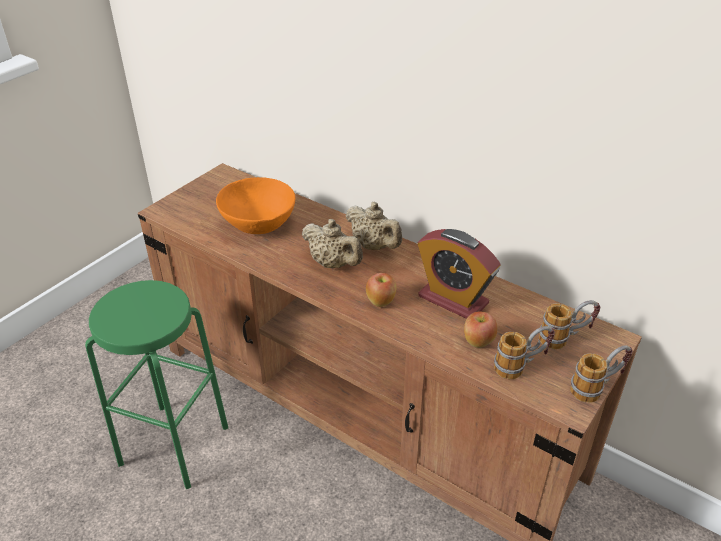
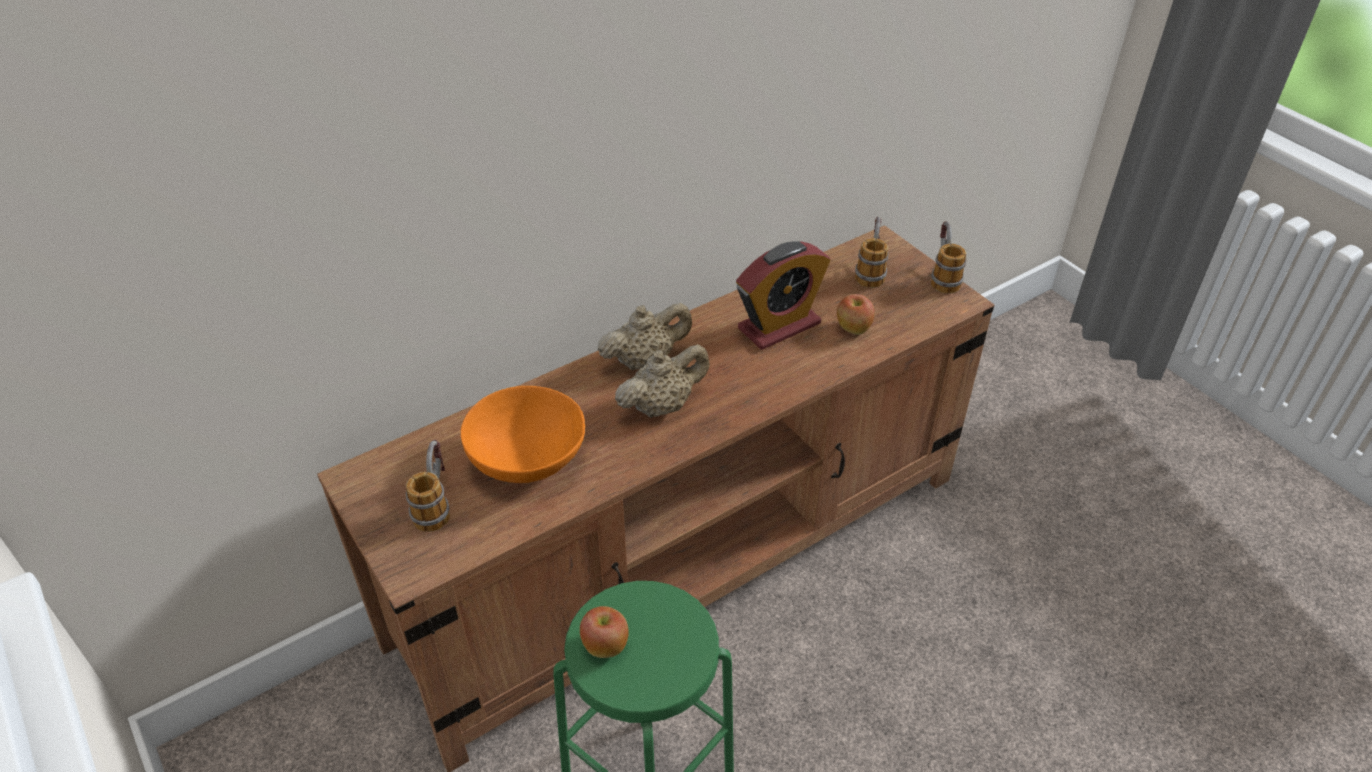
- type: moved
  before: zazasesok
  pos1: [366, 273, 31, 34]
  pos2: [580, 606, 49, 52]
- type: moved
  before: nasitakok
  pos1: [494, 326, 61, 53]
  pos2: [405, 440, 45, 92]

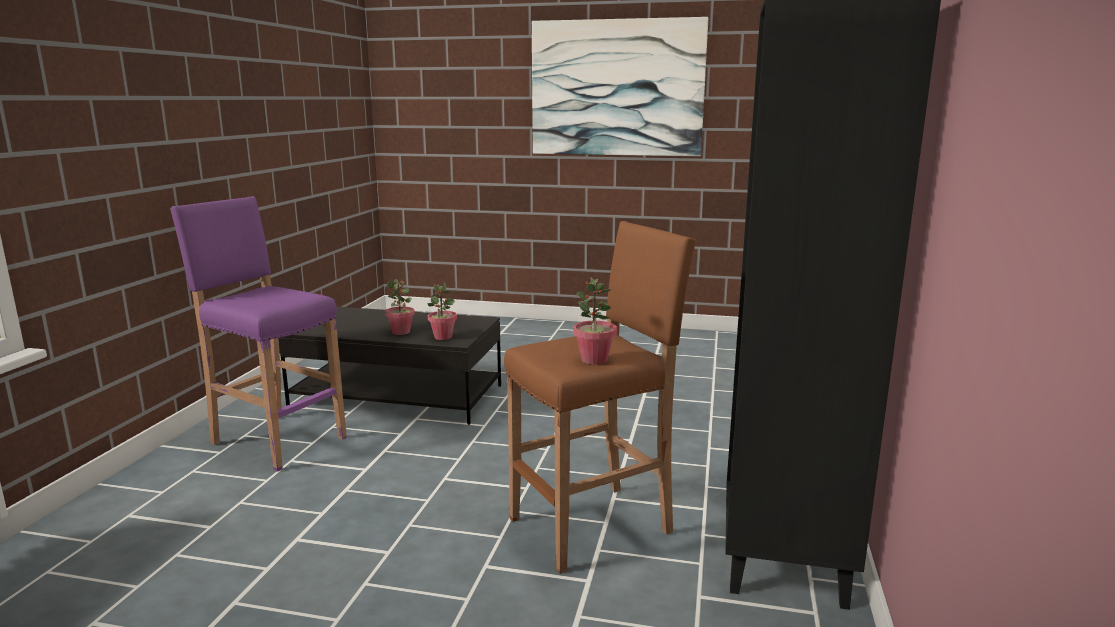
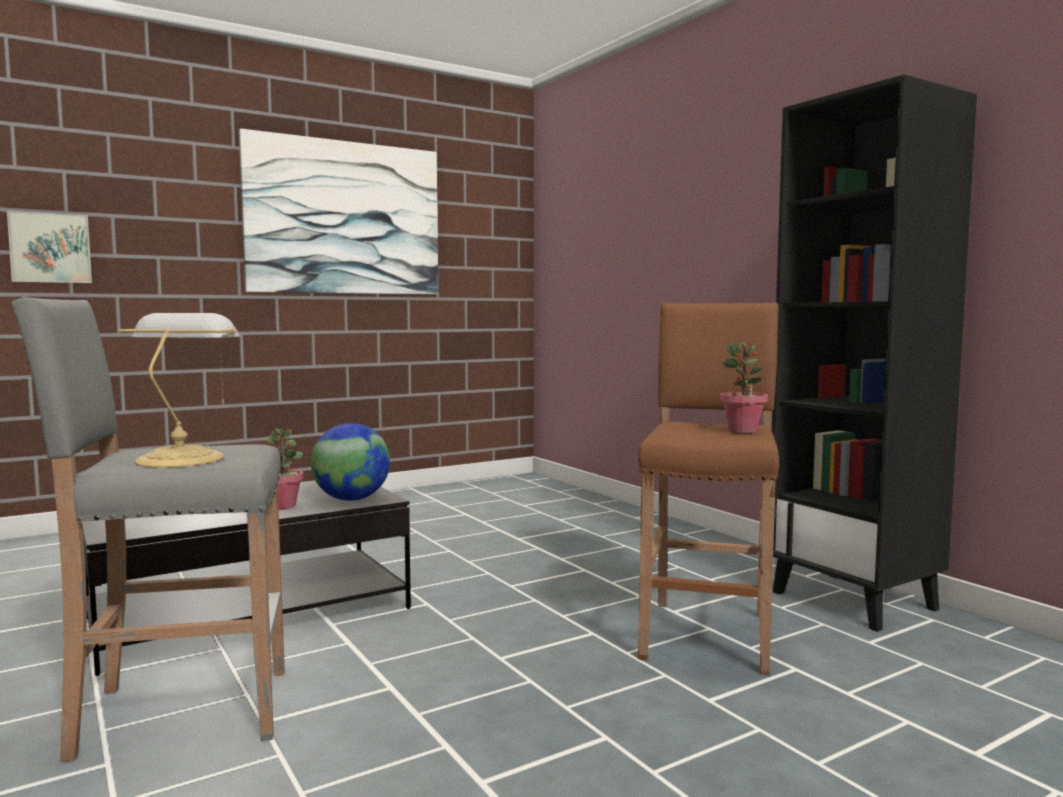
- type: added
  after: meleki
  pos2: [7, 211, 85, 72]
- type: added
  after: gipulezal
  pos2: [118, 313, 122, 155]
- type: replaced
  before: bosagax
  after: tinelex
  pos1: [427, 282, 30, 58]
  pos2: [311, 423, 79, 78]
- type: recoloured
  before: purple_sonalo
  after: grey_sonalo
  pos1: [170, 196, 177, 276]
  pos2: [12, 297, 273, 465]

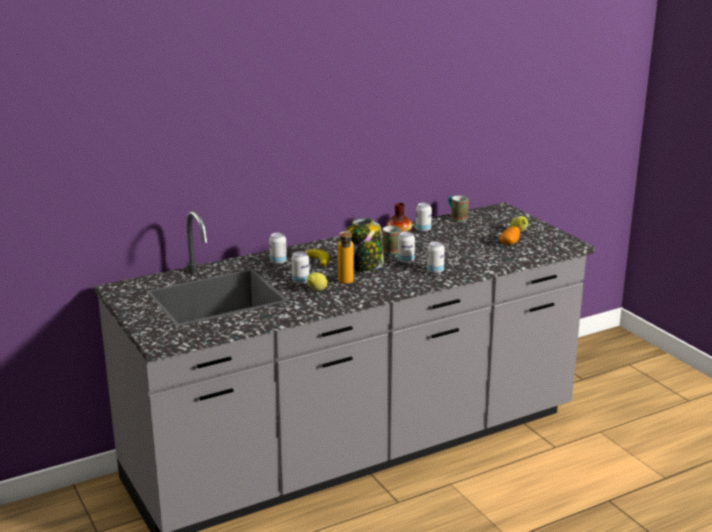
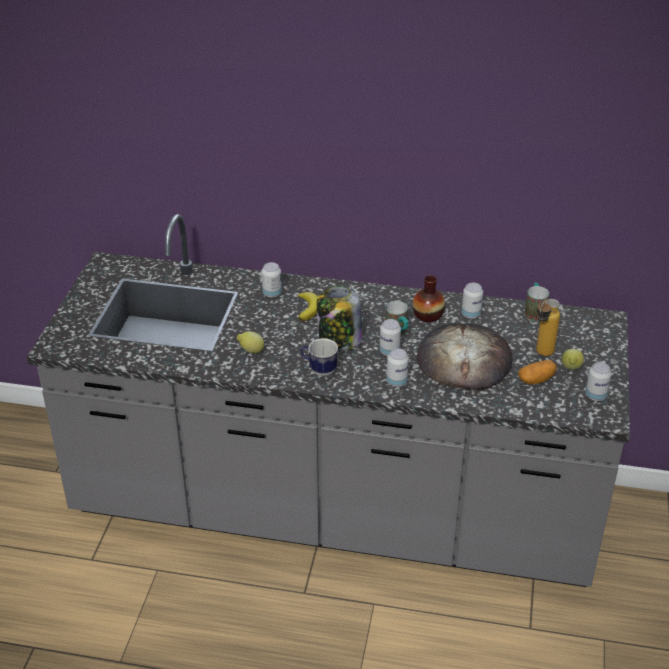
- type: added
  after: nasitakok
  pos2: [300, 338, 38, 38]
- type: added
  after: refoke
  pos2: [417, 323, 96, 67]
- type: moved
  before: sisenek
  pos1: [291, 251, 18, 33]
  pos2: [585, 362, 27, 39]
- type: moved
  before: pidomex
  pos1: [338, 227, 16, 57]
  pos2: [536, 299, 24, 57]

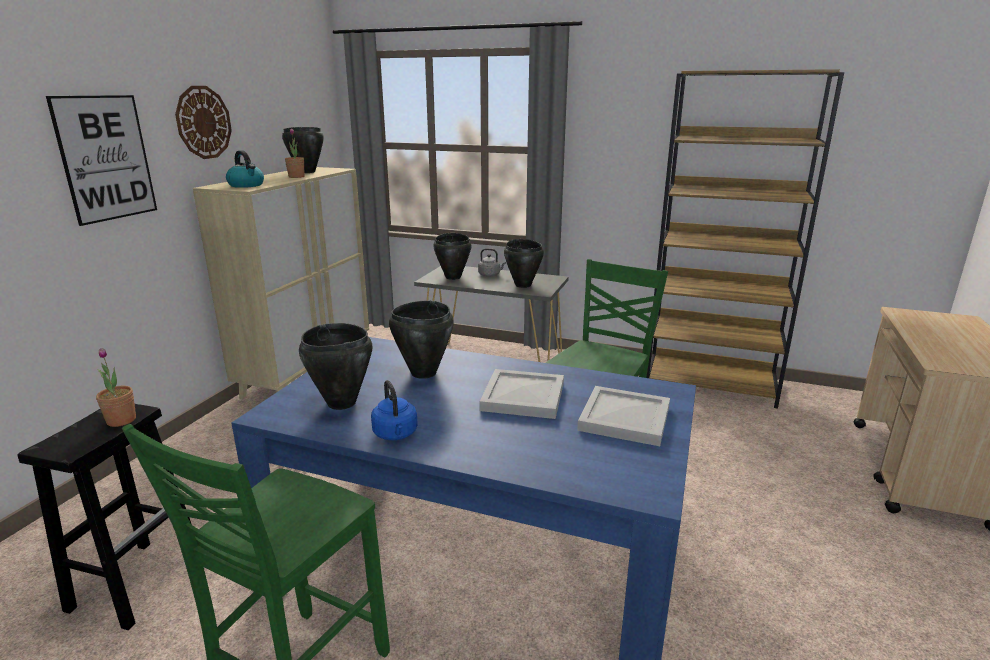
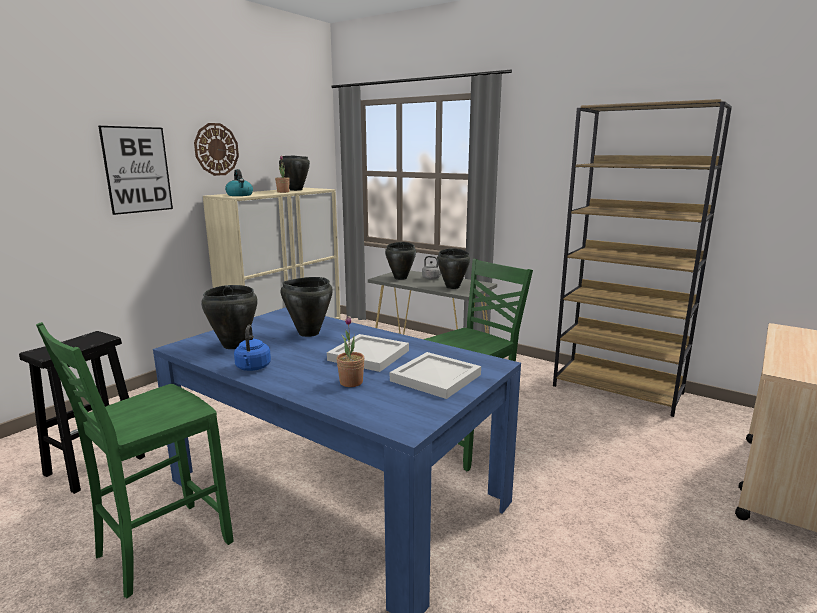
- type: moved
  before: bosagax
  pos1: [96, 348, 40, 79]
  pos2: [336, 316, 29, 71]

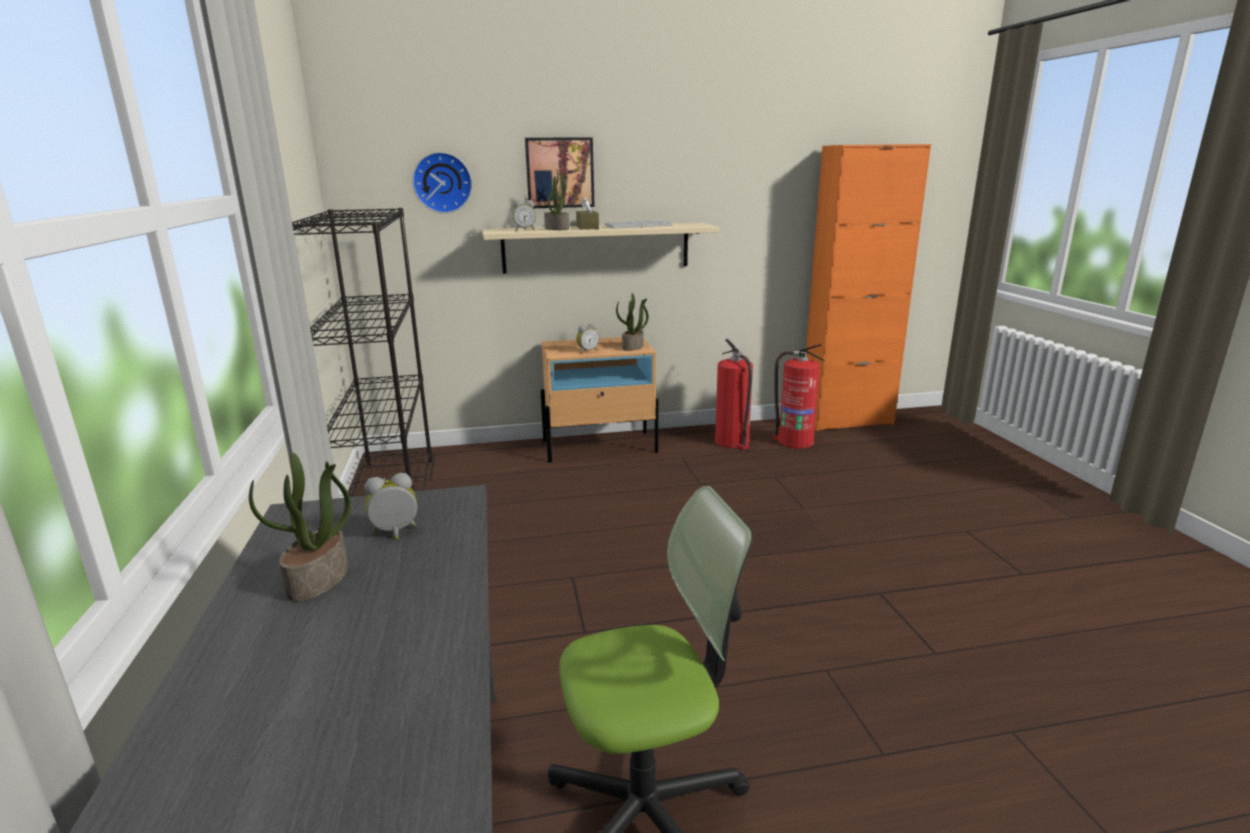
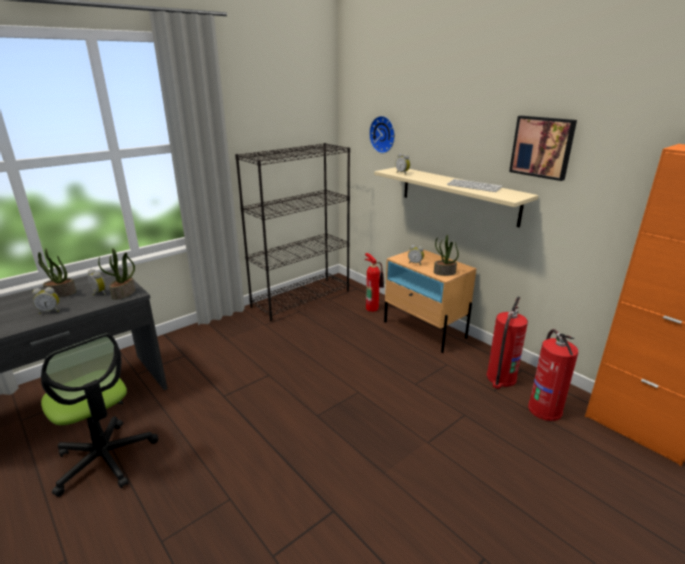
- type: removed
  before: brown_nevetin
  pos1: [576, 197, 23, 33]
- type: added
  after: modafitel
  pos2: [32, 287, 27, 27]
- type: added
  after: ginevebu
  pos2: [365, 253, 19, 59]
- type: moved
  before: meleki
  pos1: [525, 137, 70, 71]
  pos2: [509, 116, 68, 65]
- type: moved
  before: bosagax
  pos1: [544, 169, 25, 61]
  pos2: [98, 248, 38, 52]

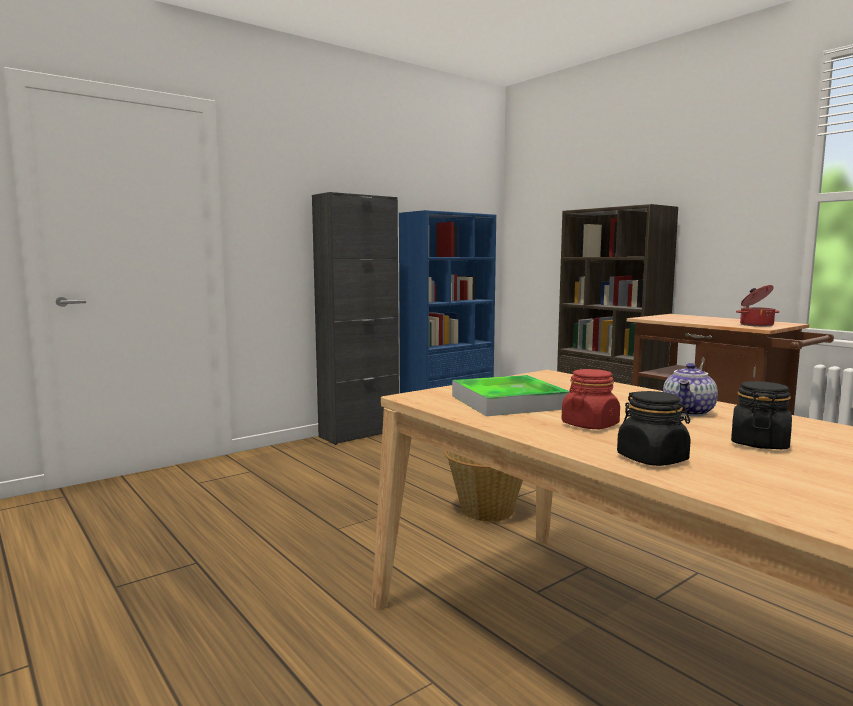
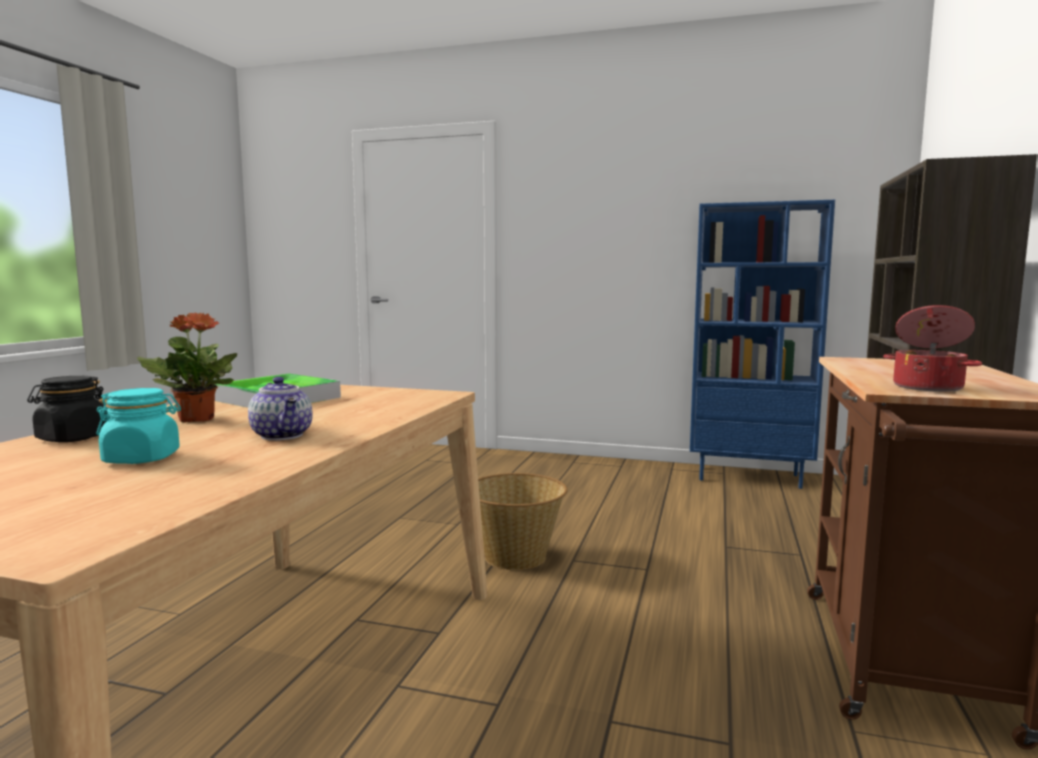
- type: removed
  before: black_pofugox
  pos1: [312, 192, 87, 253]
- type: replaced
  before: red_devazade
  after: bosagax
  pos1: [562, 369, 58, 60]
  pos2: [137, 312, 100, 111]
- type: recoloured
  before: black_devazade
  after: turquoise_devazade
  pos1: [731, 381, 61, 68]
  pos2: [96, 388, 85, 76]
- type: turned
  before: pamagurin
  pos1: [663, 363, 55, 53]
  pos2: [248, 377, 65, 64]
  turn: -120

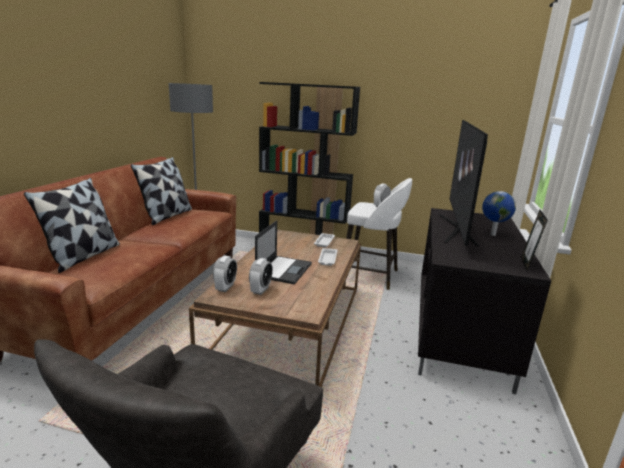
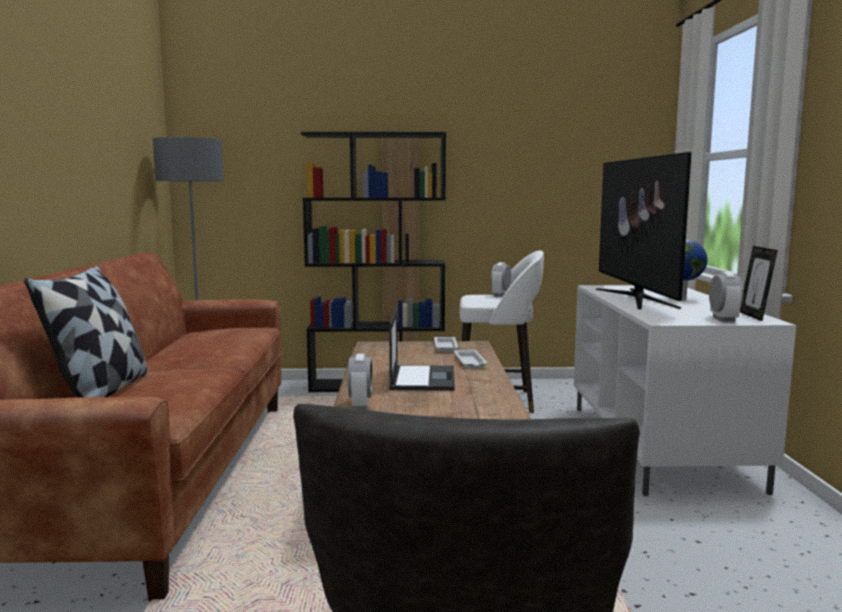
- type: removed
  before: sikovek
  pos1: [131, 157, 61, 68]
- type: moved
  before: modafitel
  pos1: [249, 258, 24, 37]
  pos2: [709, 272, 34, 50]
- type: recoloured
  before: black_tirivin
  after: white_tirivin
  pos1: [418, 208, 133, 186]
  pos2: [574, 285, 222, 211]

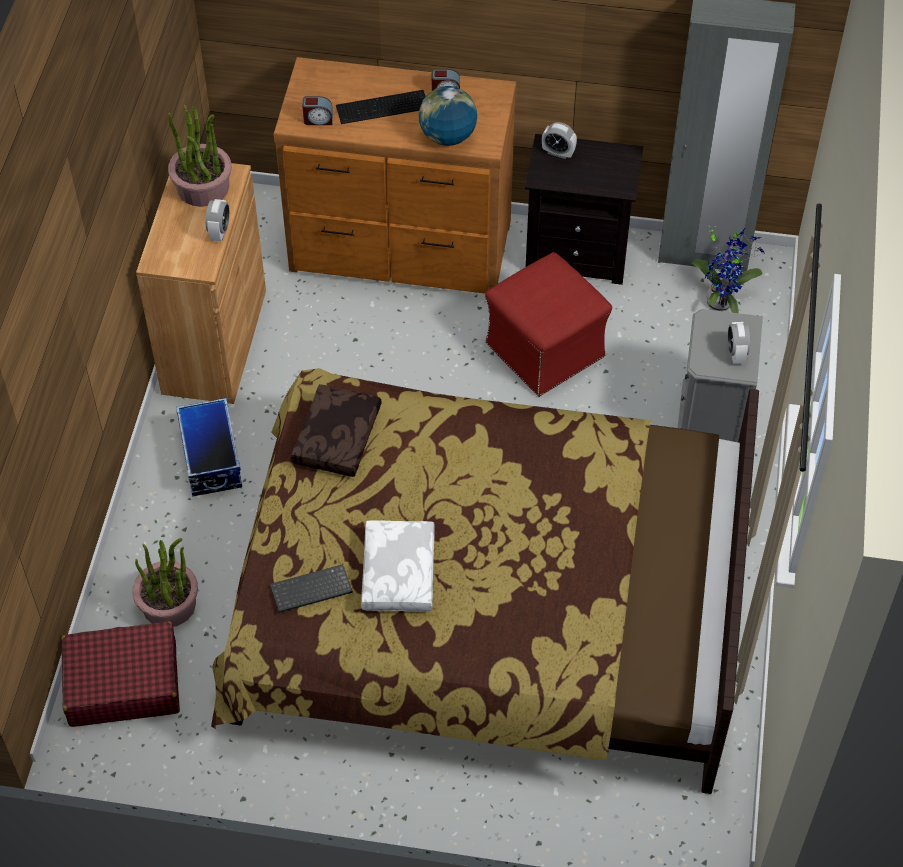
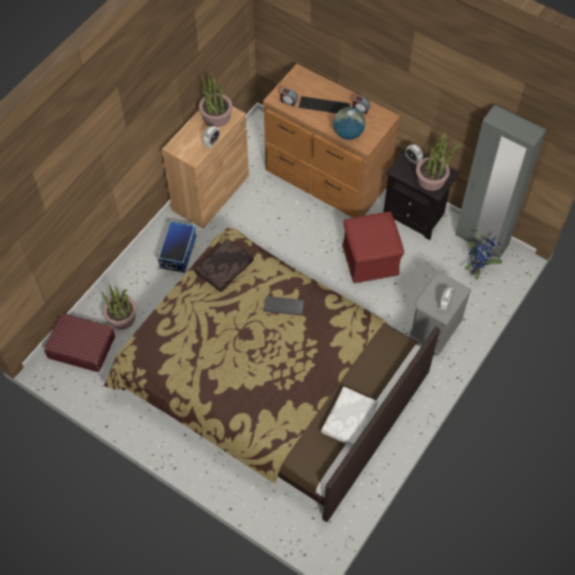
- type: added
  after: bosagax
  pos2: [416, 133, 45, 58]
- type: moved
  before: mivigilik
  pos1: [270, 564, 83, 49]
  pos2: [263, 296, 41, 20]
- type: moved
  before: white_sikovek
  pos1: [361, 520, 74, 92]
  pos2: [321, 387, 57, 60]

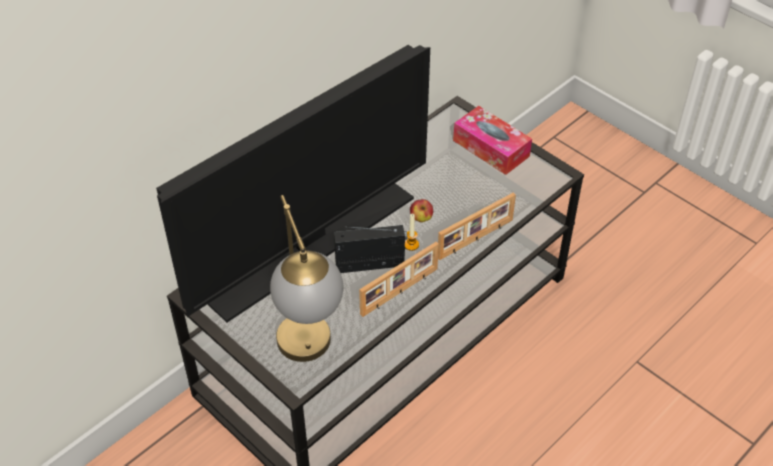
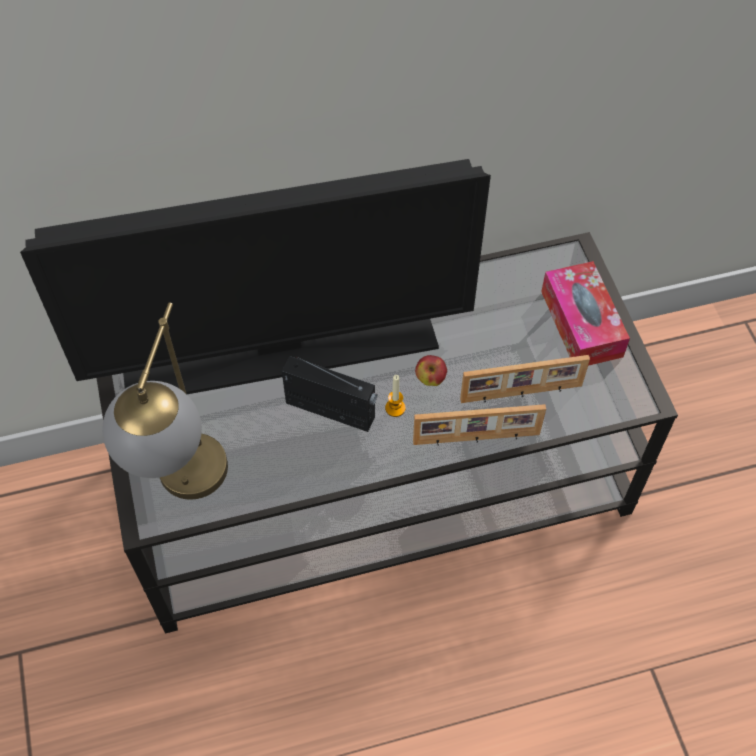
- type: moved
  before: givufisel
  pos1: [359, 242, 80, 75]
  pos2: [460, 355, 130, 48]

